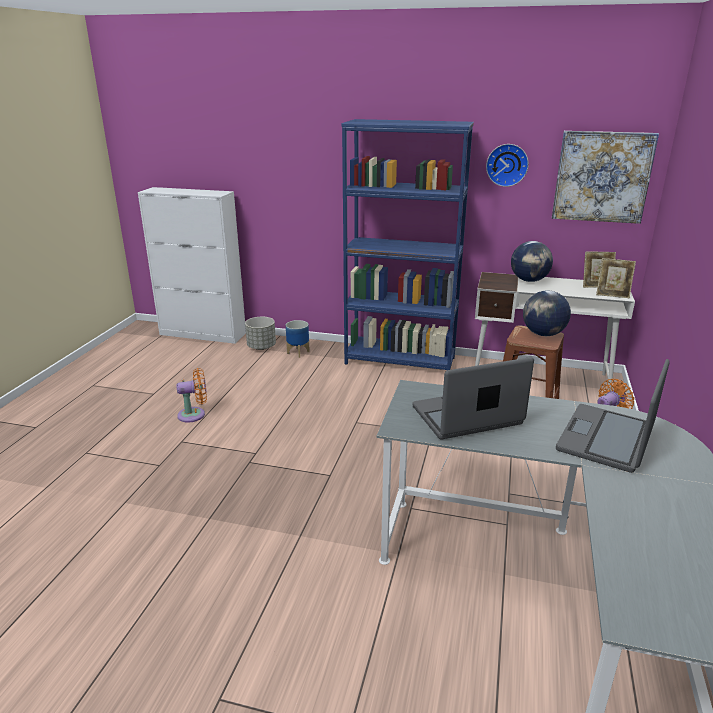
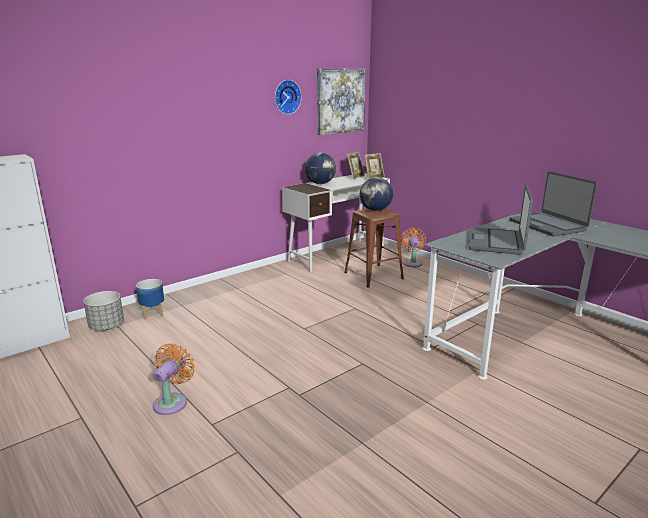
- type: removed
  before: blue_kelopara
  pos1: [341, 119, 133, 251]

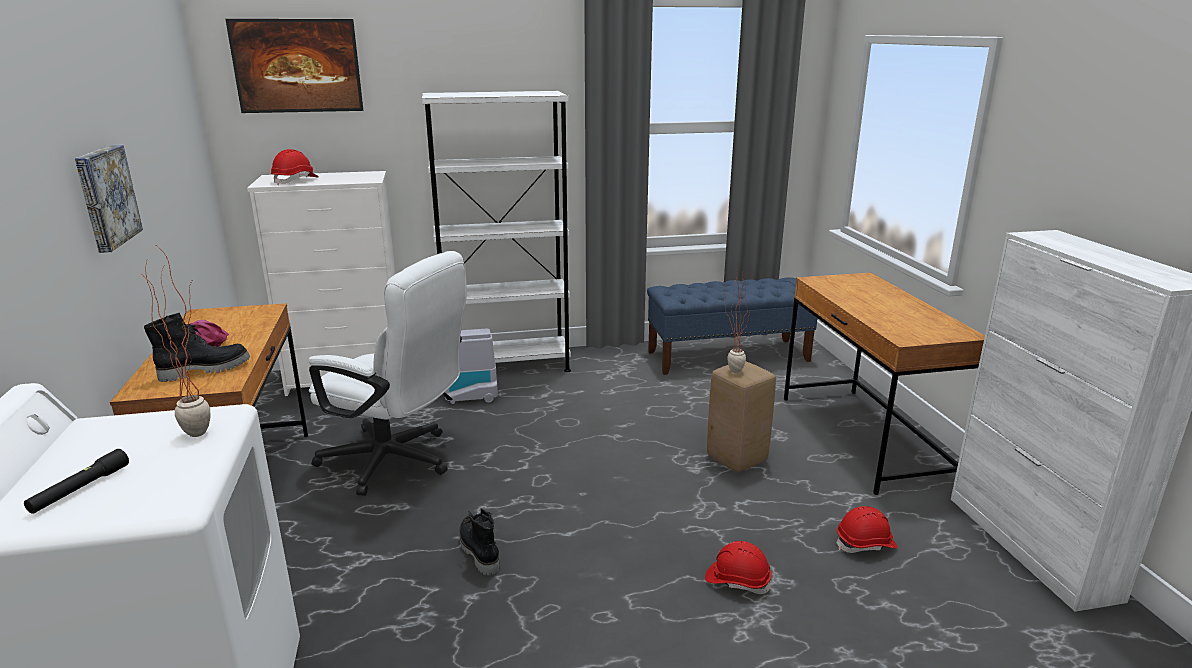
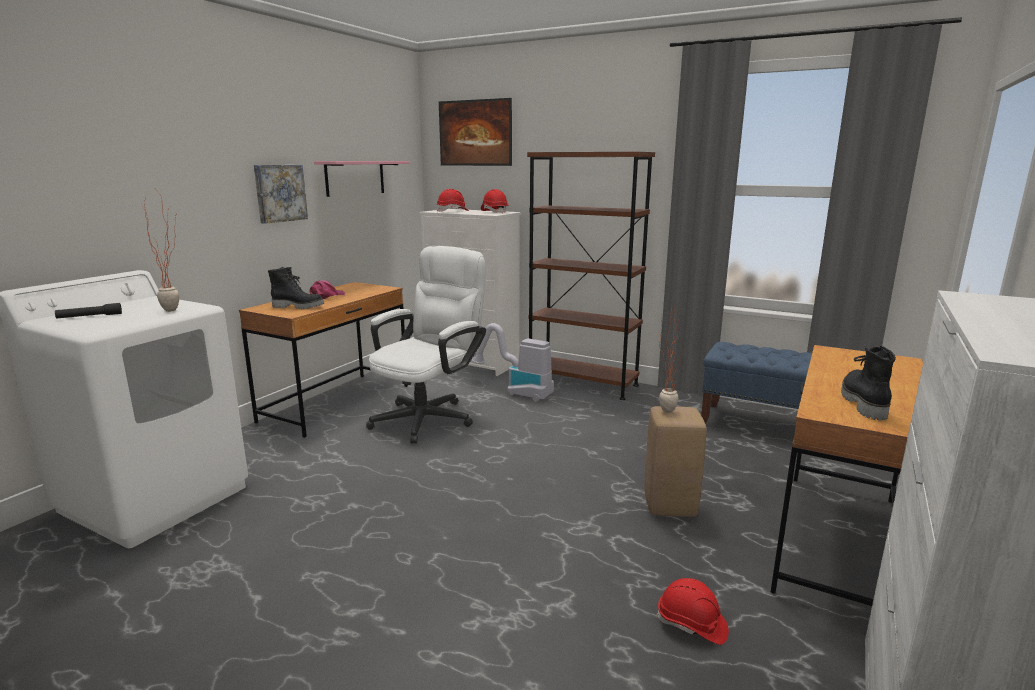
- type: added
  after: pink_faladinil
  pos2: [314, 161, 96, 36]
- type: moved
  before: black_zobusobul
  pos1: [459, 508, 41, 67]
  pos2: [841, 344, 55, 76]
- type: moved
  before: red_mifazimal
  pos1: [705, 541, 66, 53]
  pos2: [481, 189, 27, 25]
- type: recoloured
  before: white_kelopara
  after: brown_kelopara
  pos1: [422, 91, 149, 281]
  pos2: [527, 152, 128, 248]
- type: turned
  before: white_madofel
  pos1: [309, 251, 158, 245]
  pos2: [366, 246, 120, 198]
  turn: -120

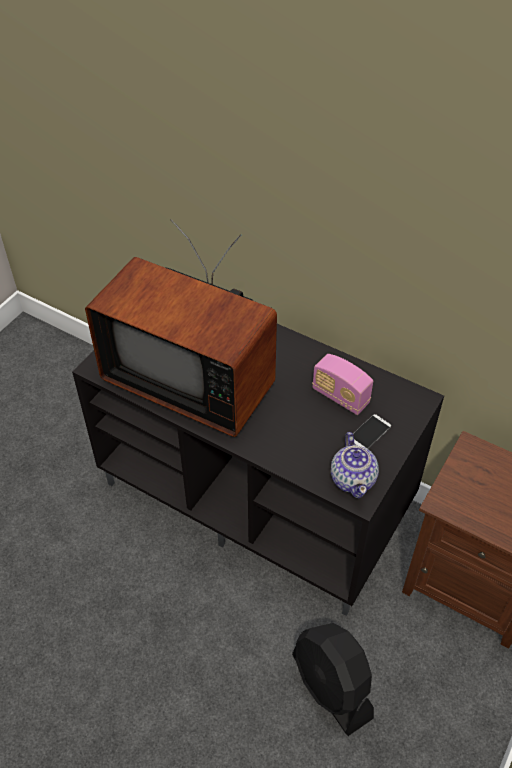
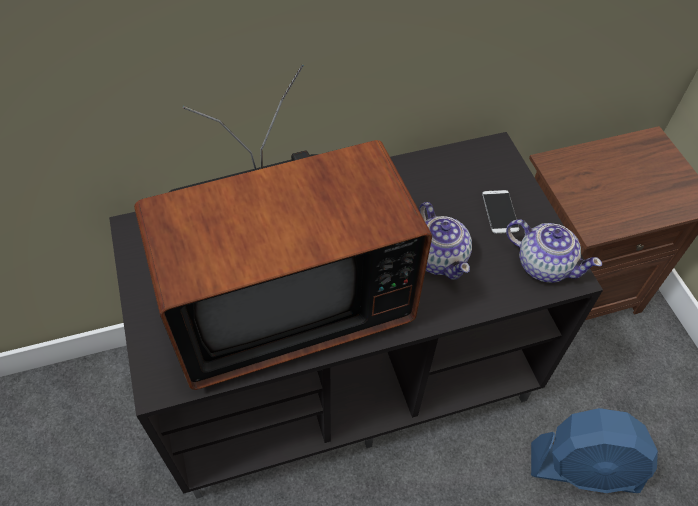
- type: removed
  before: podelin
  pos1: [312, 354, 61, 61]
- type: added
  after: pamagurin
  pos2: [419, 202, 53, 78]
- type: recoloured
  before: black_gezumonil
  after: blue_gezumonil
  pos1: [292, 623, 82, 113]
  pos2: [531, 408, 127, 85]

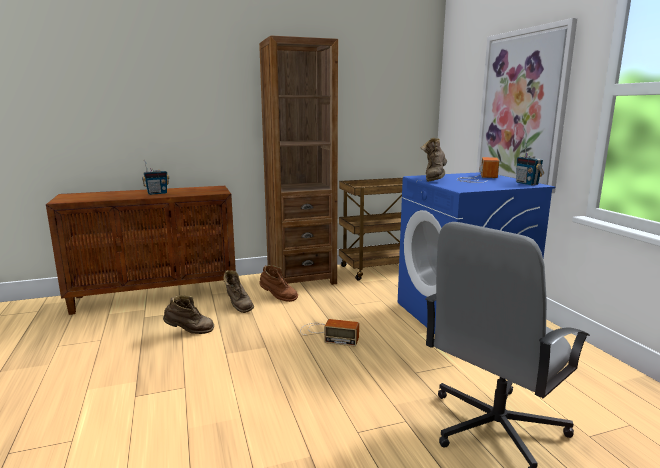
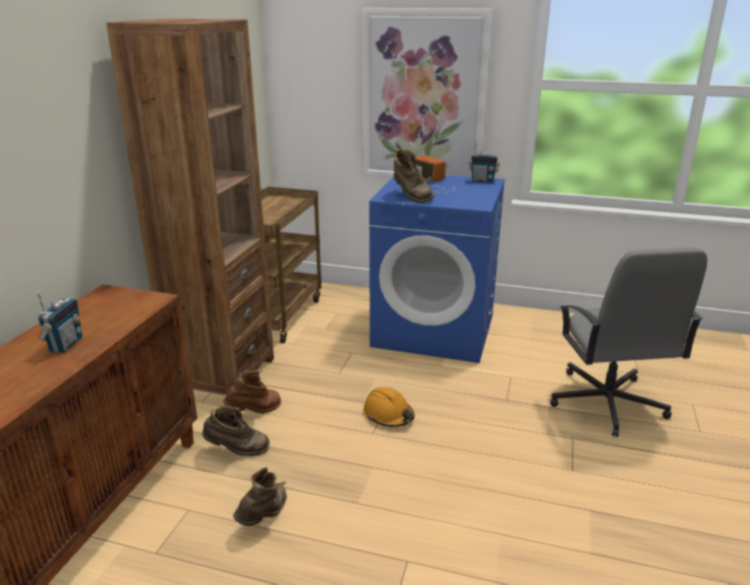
- type: replaced
  before: podelin
  after: orange_mifazimal
  pos1: [300, 319, 59, 27]
  pos2: [363, 387, 52, 40]

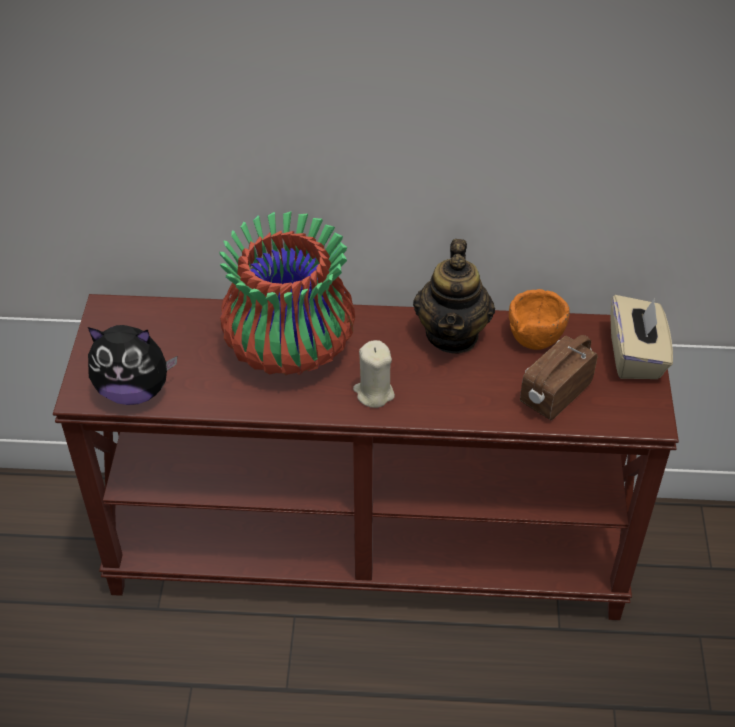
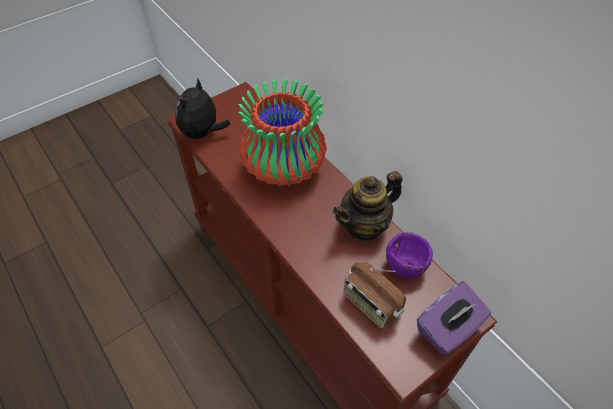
- type: removed
  before: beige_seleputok
  pos1: [353, 340, 42, 68]
- type: recoloured
  before: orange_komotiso
  after: purple_komotiso
  pos1: [509, 289, 61, 61]
  pos2: [386, 232, 47, 46]
- type: recoloured
  before: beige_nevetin
  after: purple_nevetin
  pos1: [610, 295, 63, 84]
  pos2: [417, 281, 74, 74]
- type: turned
  before: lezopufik
  pos1: [88, 325, 89, 80]
  pos2: [175, 78, 55, 61]
  turn: 60
- type: turned
  before: podelin
  pos1: [520, 335, 78, 85]
  pos2: [344, 262, 62, 67]
  turn: -135

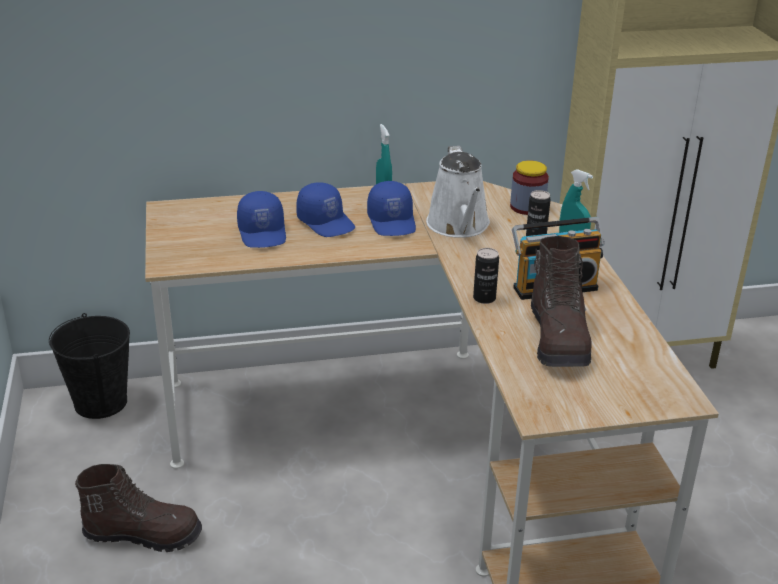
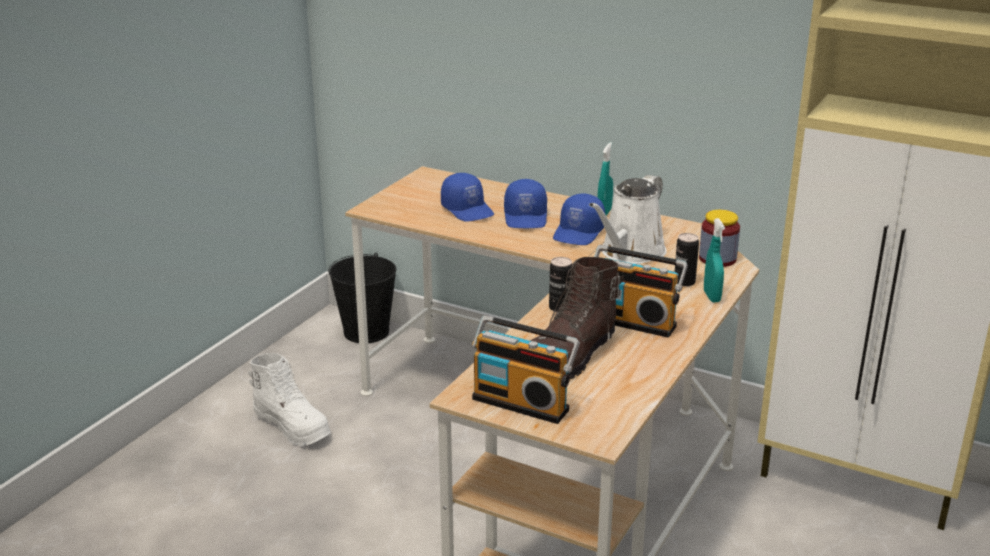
- type: added
  after: podelin
  pos2: [472, 315, 108, 109]
- type: recoloured
  before: brown_zobusobul
  after: white_zobusobul
  pos1: [75, 464, 127, 88]
  pos2: [248, 353, 83, 93]
- type: turned
  before: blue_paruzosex
  pos1: [237, 191, 49, 57]
  pos2: [441, 173, 53, 49]
  turn: -60

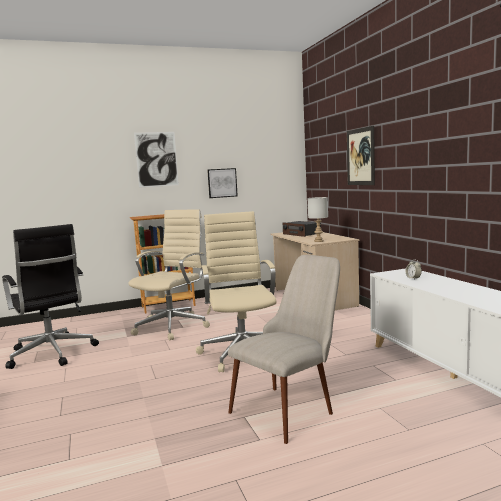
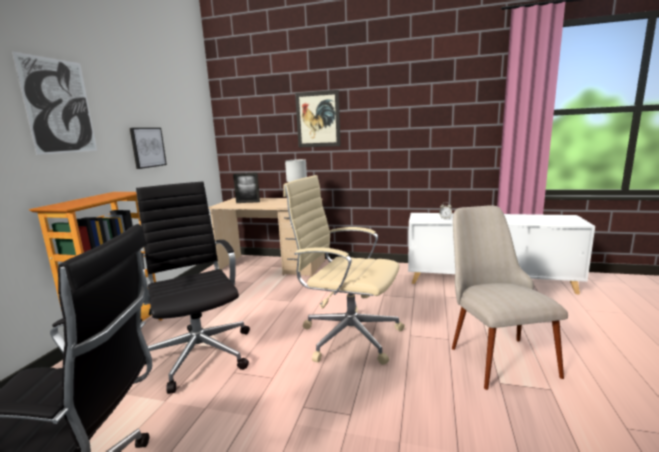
- type: replaced
  before: podelin
  after: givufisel
  pos1: [282, 221, 39, 16]
  pos2: [233, 173, 27, 30]
- type: recoloured
  before: beige_madofel
  after: black_madofel
  pos1: [128, 210, 82, 131]
  pos2: [136, 181, 114, 213]

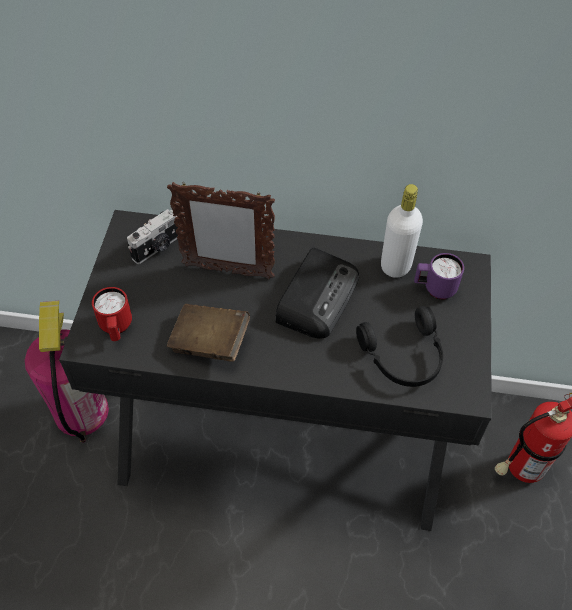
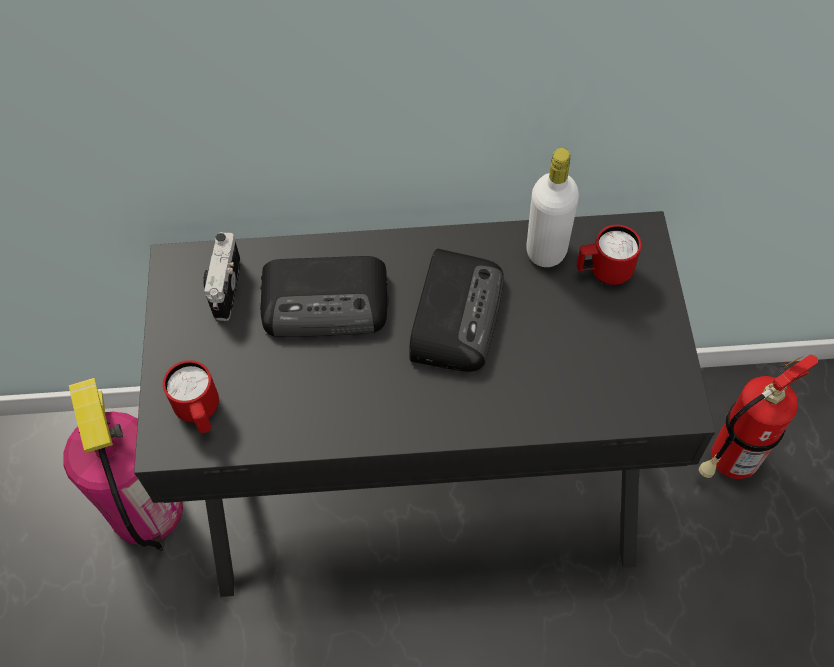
- type: removed
  before: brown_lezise
  pos1: [167, 304, 83, 58]
- type: removed
  before: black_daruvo
  pos1: [356, 306, 87, 81]
- type: replaced
  before: givufisel
  after: podelin
  pos1: [167, 182, 108, 97]
  pos2: [260, 256, 129, 81]
- type: recoloured
  before: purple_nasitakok
  after: red_nasitakok
  pos1: [414, 253, 50, 46]
  pos2: [576, 225, 66, 60]
- type: turned
  before: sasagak
  pos1: [127, 209, 51, 55]
  pos2: [203, 232, 38, 89]
  turn: 150

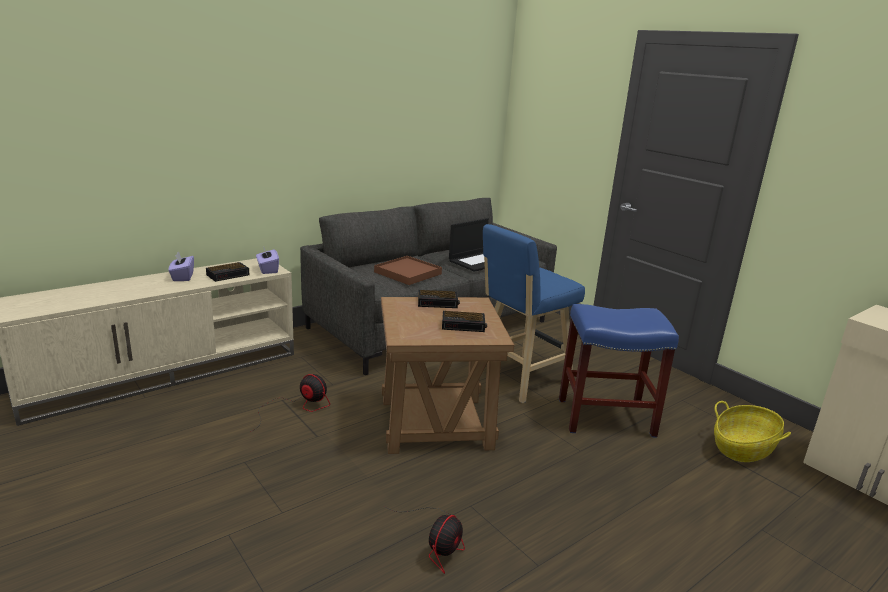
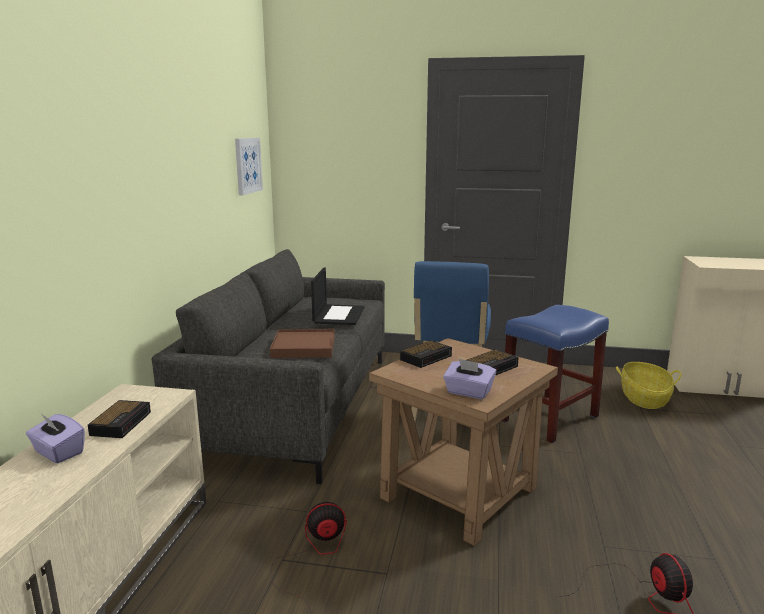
- type: added
  after: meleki
  pos2: [235, 138, 28, 57]
- type: moved
  before: purple_nevetin
  pos1: [256, 246, 23, 28]
  pos2: [443, 359, 53, 40]

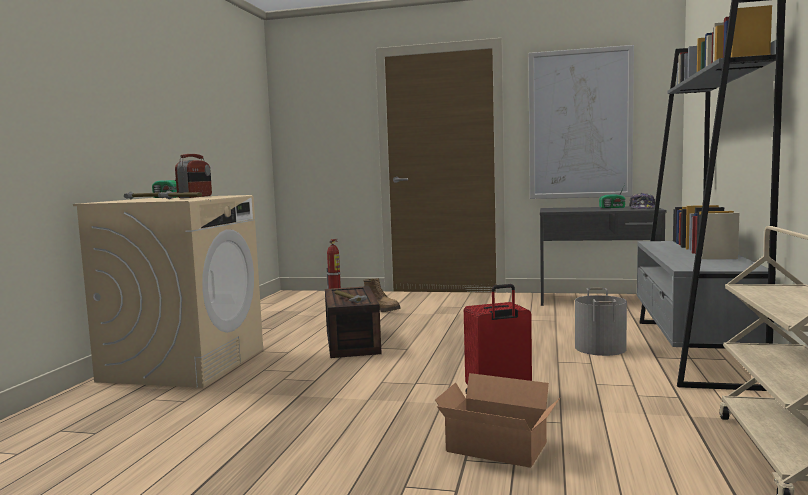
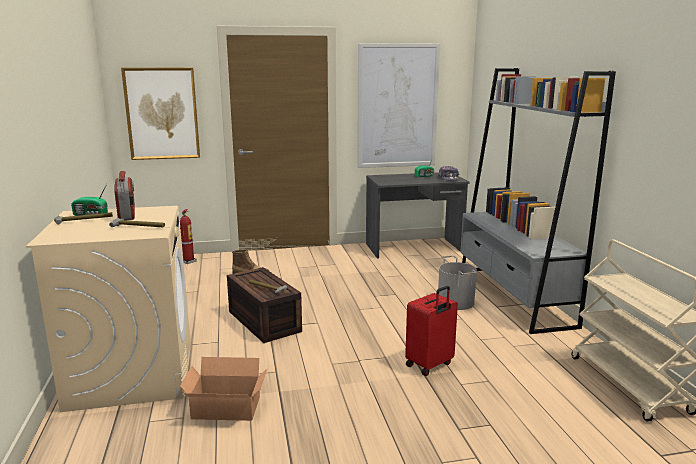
- type: added
  after: meleki
  pos2: [121, 68, 79, 92]
- type: moved
  before: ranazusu
  pos1: [435, 373, 125, 95]
  pos2: [180, 357, 88, 64]

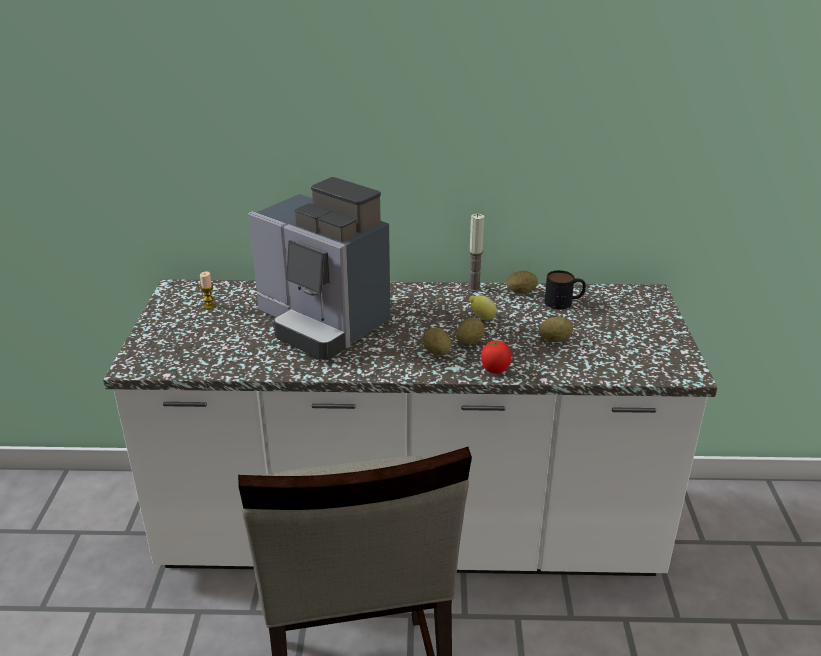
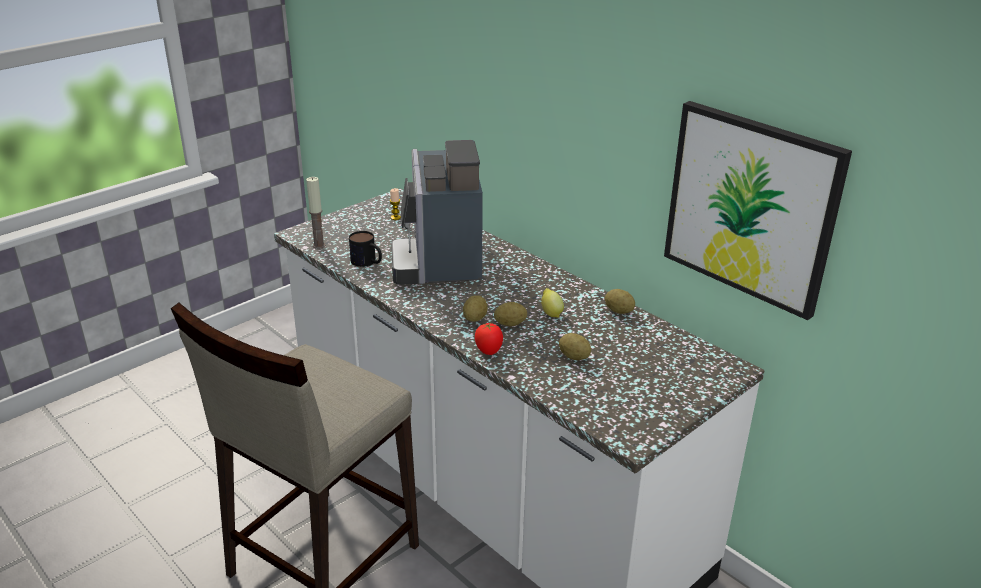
- type: added
  after: meleki
  pos2: [664, 101, 188, 219]
- type: moved
  before: seleputok
  pos1: [468, 214, 16, 78]
  pos2: [306, 177, 19, 72]
- type: moved
  before: nasitakok
  pos1: [544, 270, 42, 39]
  pos2: [349, 231, 33, 36]

